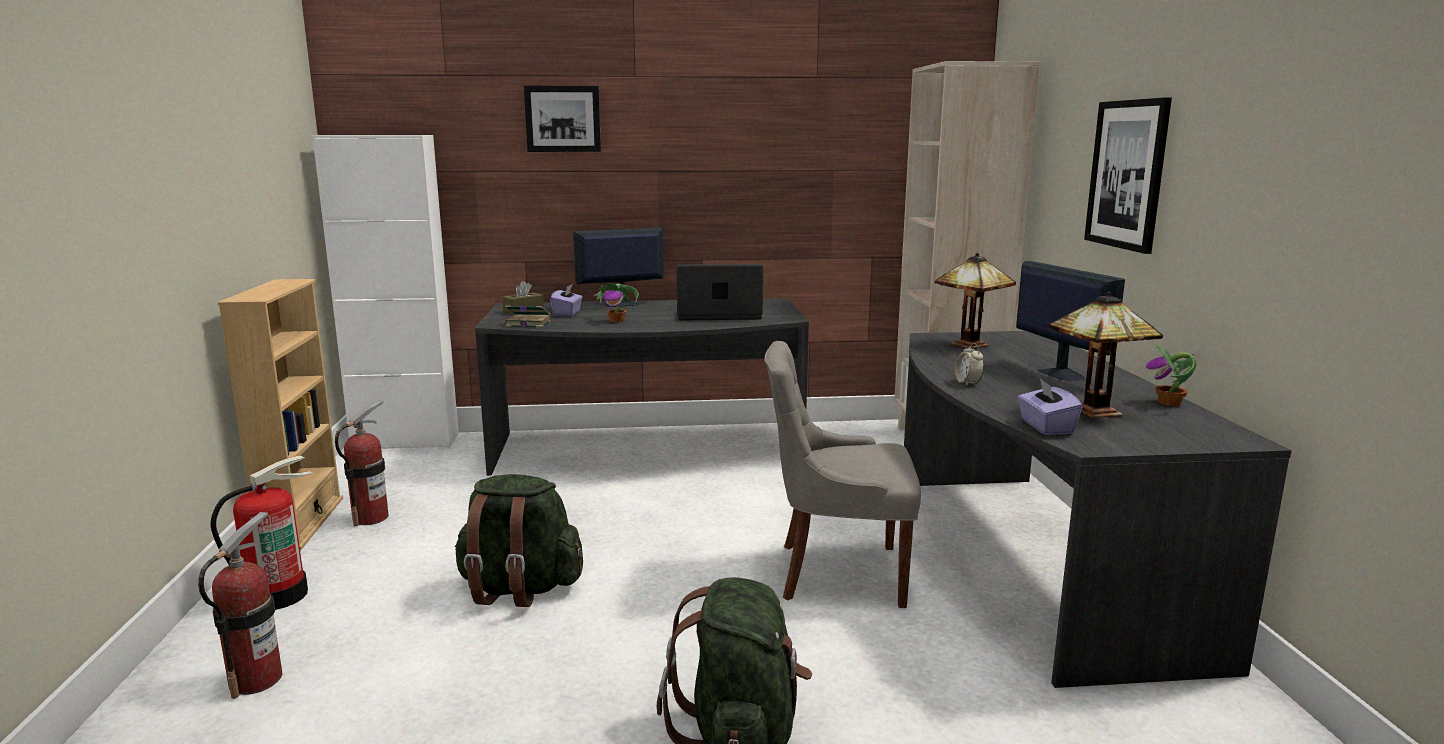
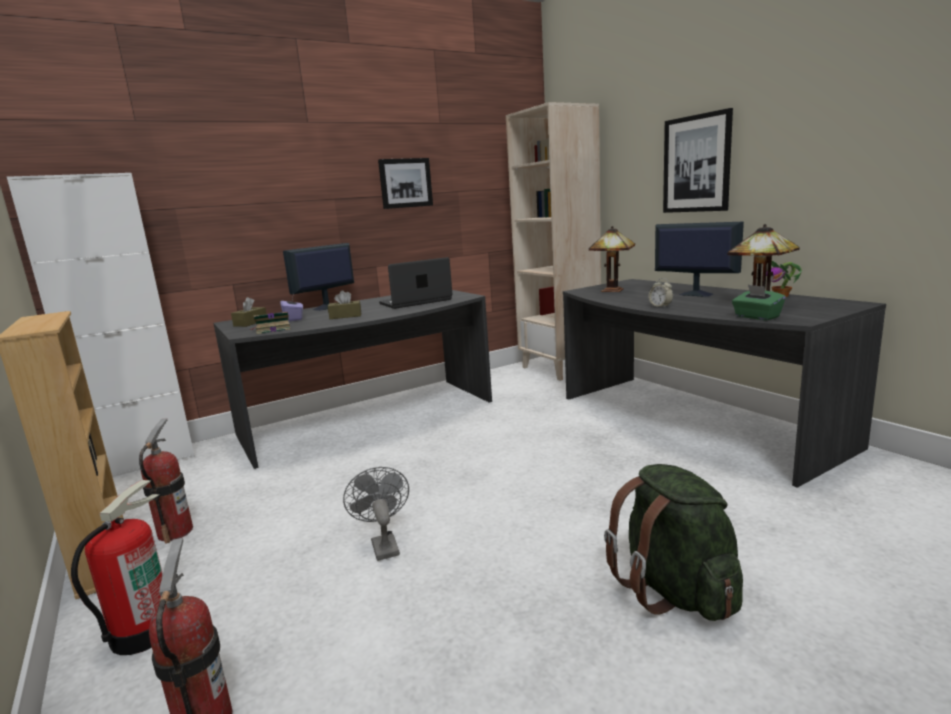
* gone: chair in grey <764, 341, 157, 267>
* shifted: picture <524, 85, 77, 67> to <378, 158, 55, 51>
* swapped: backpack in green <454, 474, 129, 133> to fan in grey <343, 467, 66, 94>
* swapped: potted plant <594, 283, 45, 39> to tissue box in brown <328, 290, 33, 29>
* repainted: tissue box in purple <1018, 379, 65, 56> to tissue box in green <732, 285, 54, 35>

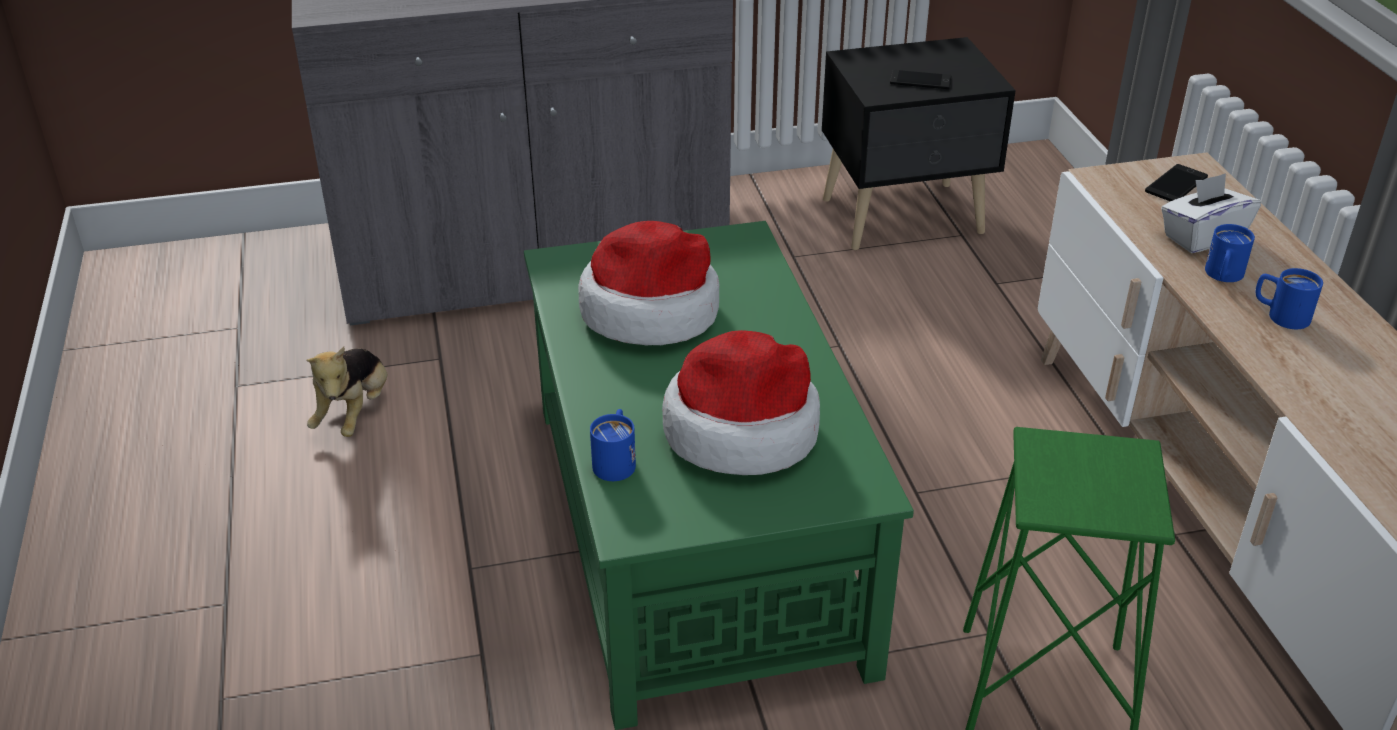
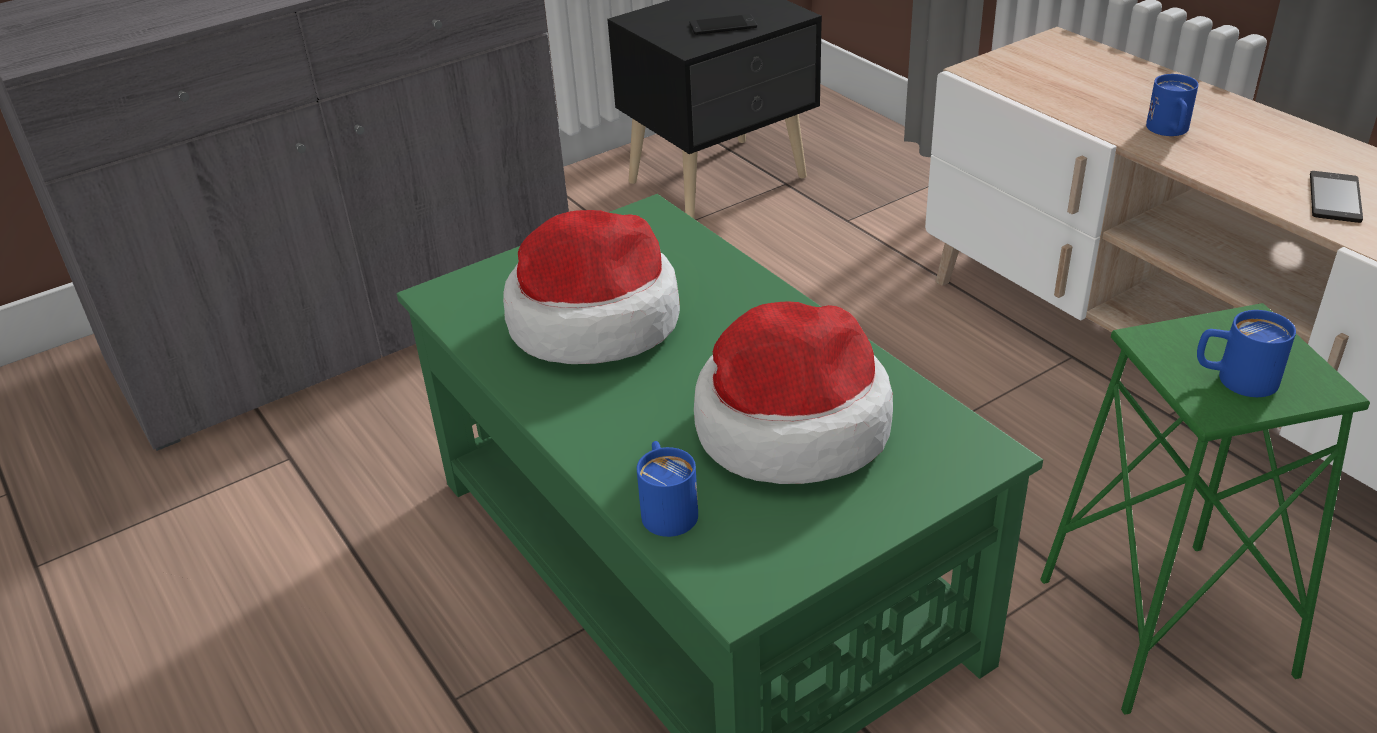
* gone: plush toy <306, 347, 81, 90>
* gone: tissue box in white <1161, 173, 100, 80>
* shifted: phone <1145, 164, 63, 37> to <1310, 171, 53, 52>
* shifted: mug in blue <1256, 268, 67, 61> to <1197, 310, 99, 87>

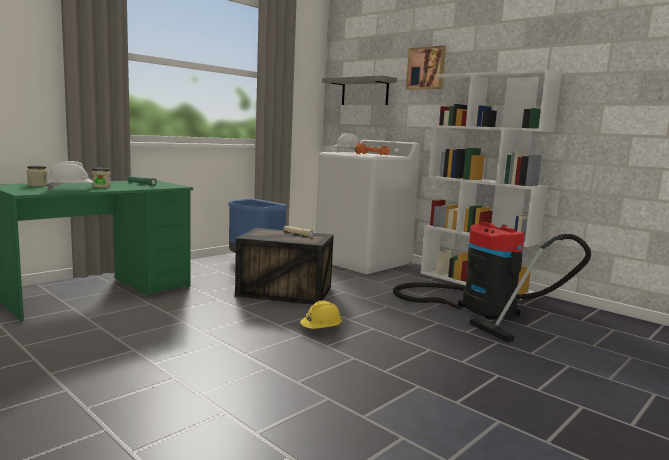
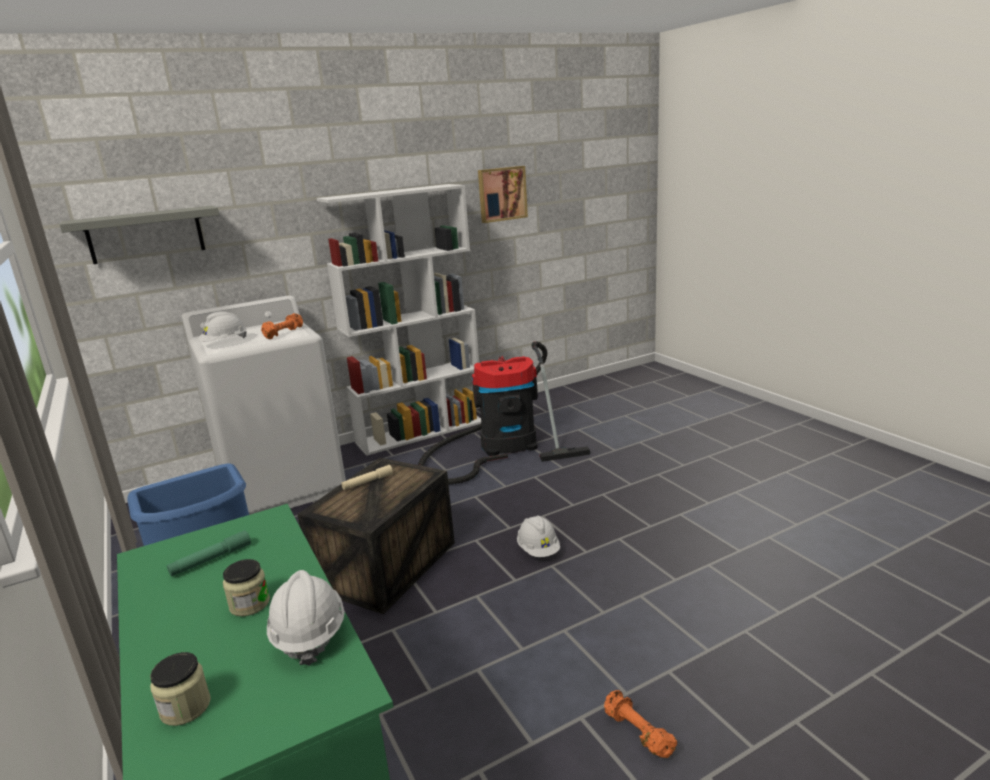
* new: dumbbell in orange <604, 690, 73, 68>
* shifted: picture <406, 45, 40, 45> to <478, 166, 50, 57>
* repainted: hard hat in yellow <300, 300, 42, 29> to hard hat in white <517, 516, 43, 41>

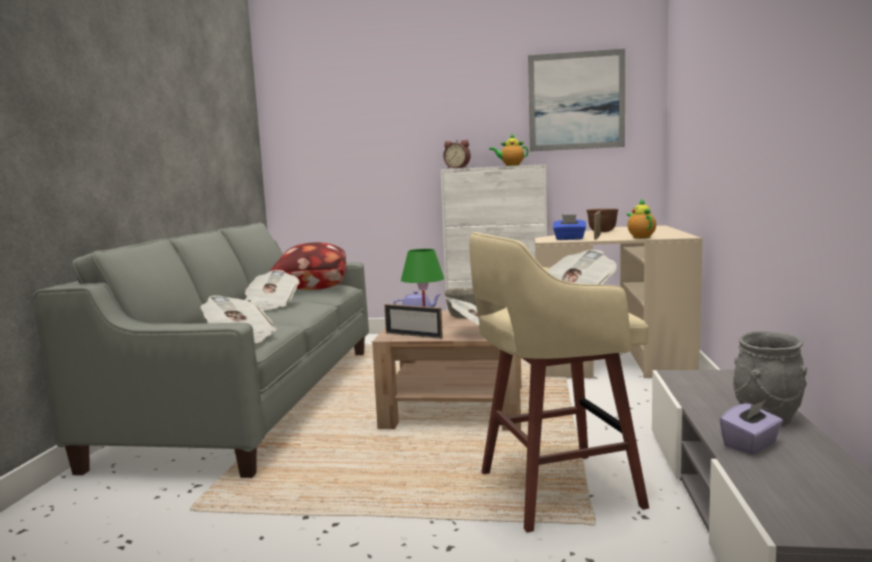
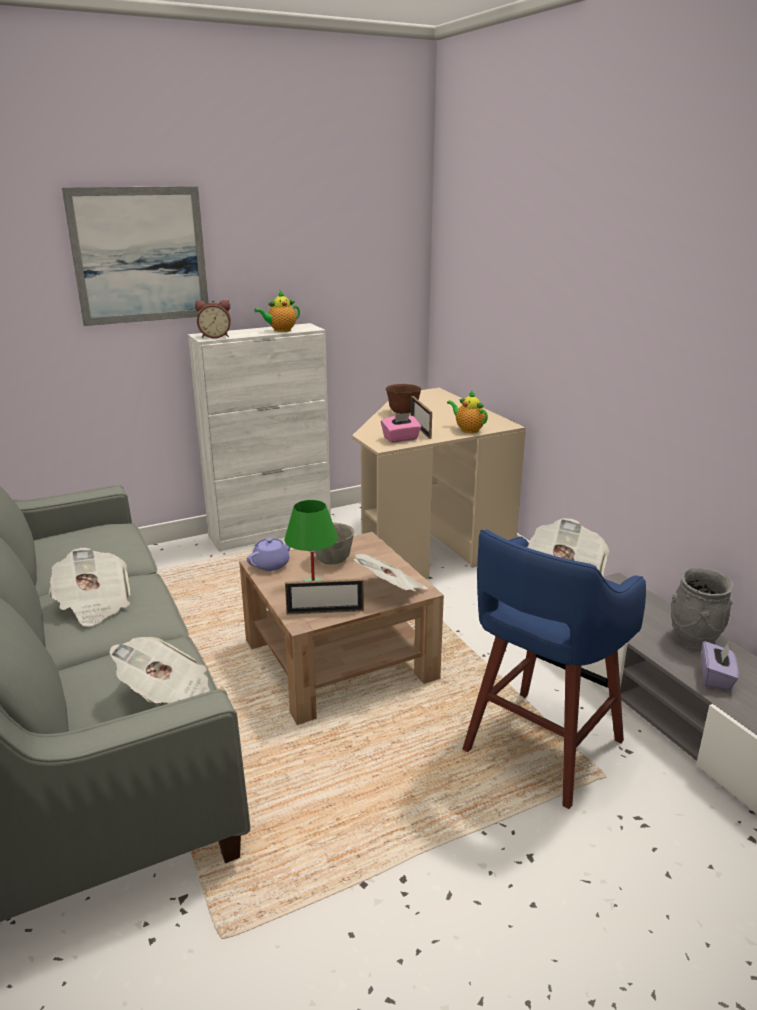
* gone: pillow <269, 242, 77, 48>
* shifted: picture <528, 49, 97, 103> to <62, 186, 147, 140>
* repainted: stool in beige <469, 232, 180, 301> to stool in blue <462, 530, 184, 279>
* repainted: tissue box in blue <553, 214, 33, 26> to tissue box in pink <381, 413, 40, 30>

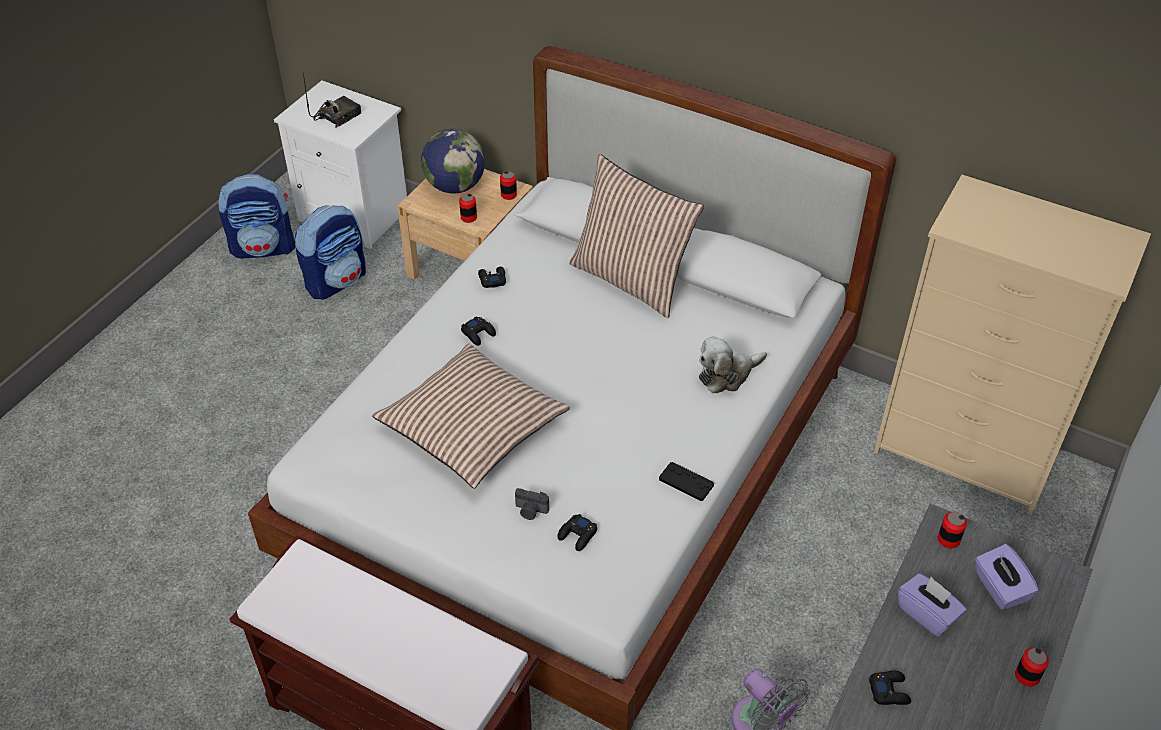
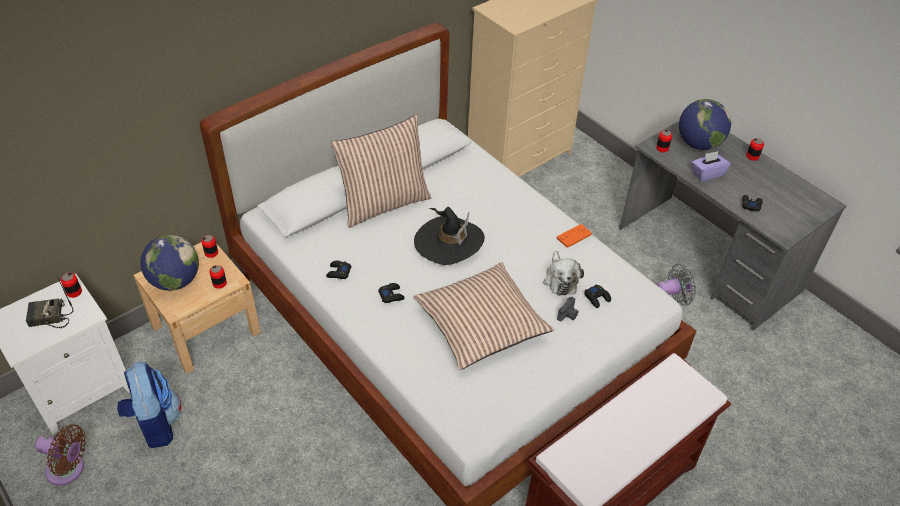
* new: can <60, 273, 22, 25>
* new: hat in black <414, 207, 71, 58>
* shifted: plush toy <699, 336, 68, 57> to <543, 250, 41, 46>
* swapped: backpack <218, 174, 78, 84> to fan in brown <35, 424, 51, 62>
* swapped: tissue box in purple <975, 544, 64, 66> to globe <679, 99, 52, 51>
* repainted: game controller in black <659, 462, 55, 39> to game controller in orange <557, 224, 35, 24>
* rotated: radio <303, 73, 58, 55> = <26, 278, 47, 50> 75 degrees counterclockwise

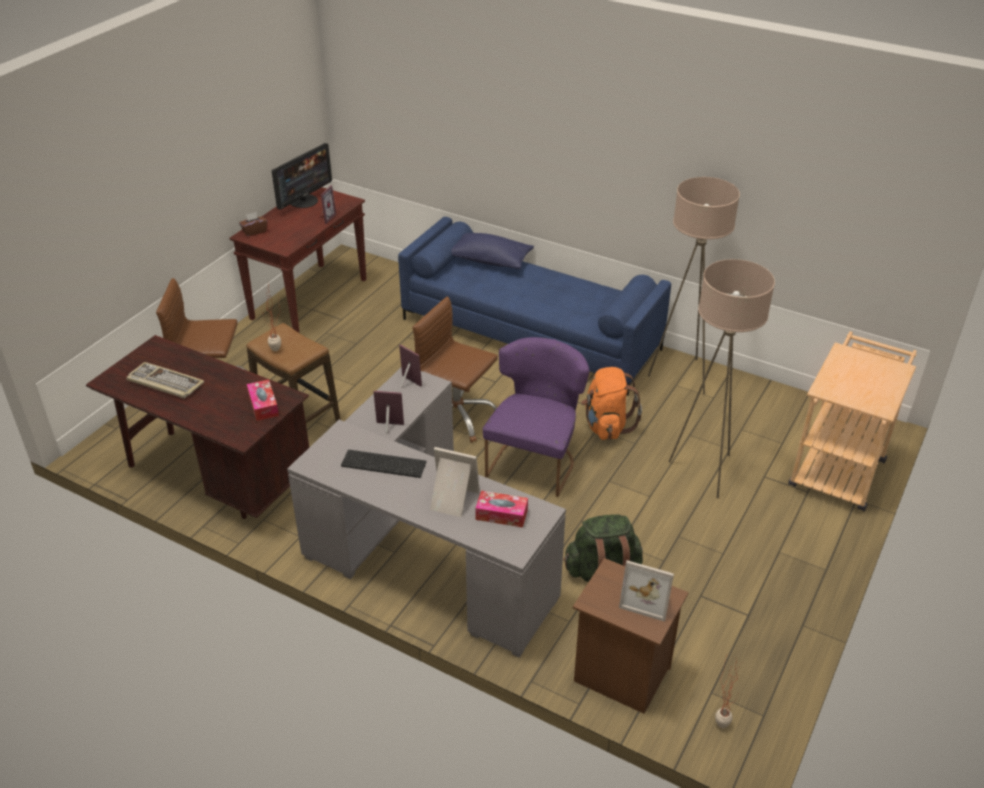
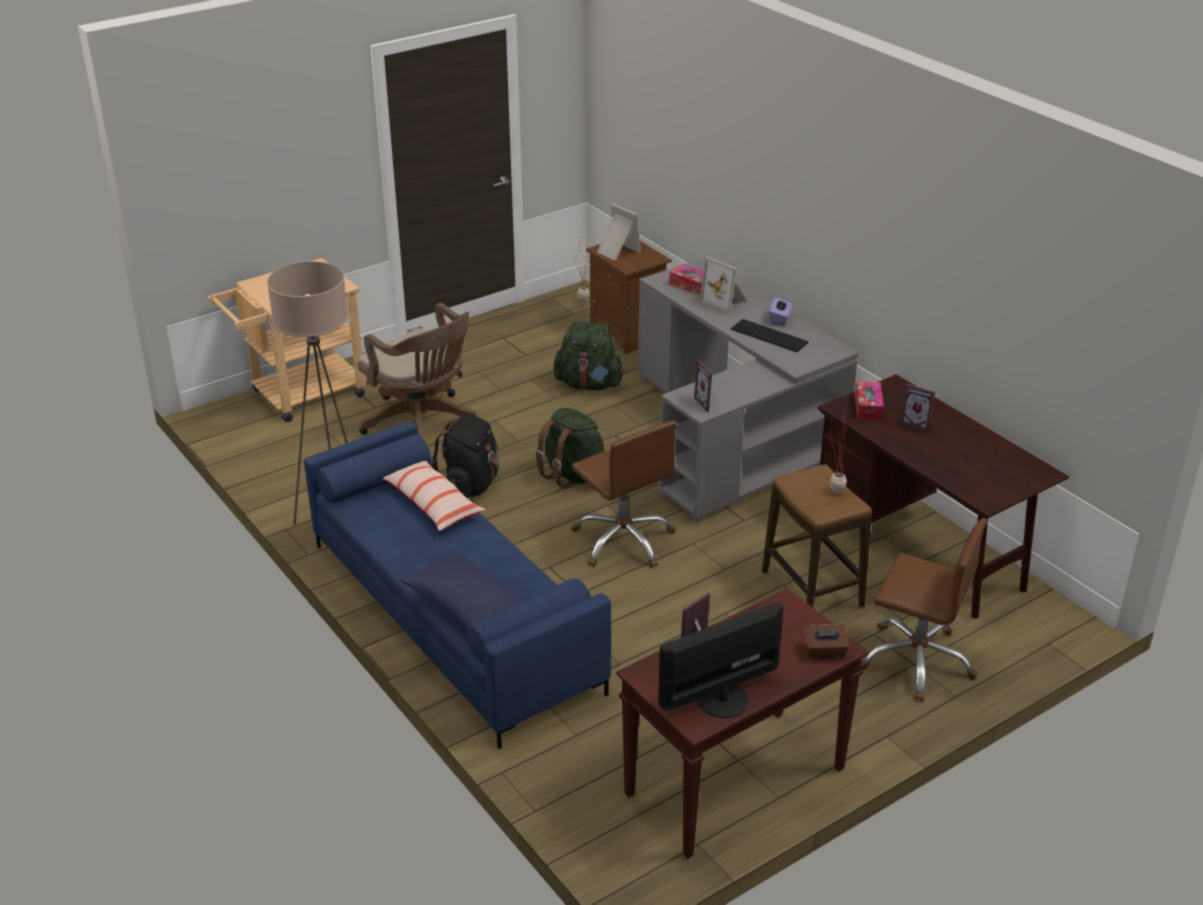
* gone: keyboard <126, 362, 78, 37>
* new: pillow <383, 461, 103, 70>
* new: tissue box in purple <769, 297, 23, 29>
* shifted: picture frame <374, 391, 30, 42> to <900, 384, 35, 48>
* swapped: chair in purple <483, 337, 107, 160> to backpack in green <535, 408, 69, 81>
* swapped: floor lamp in beige <669, 259, 106, 240> to office chair in brown <358, 303, 119, 136>
* repainted: backpack in orange <581, 367, 61, 73> to backpack in black <431, 415, 68, 84>

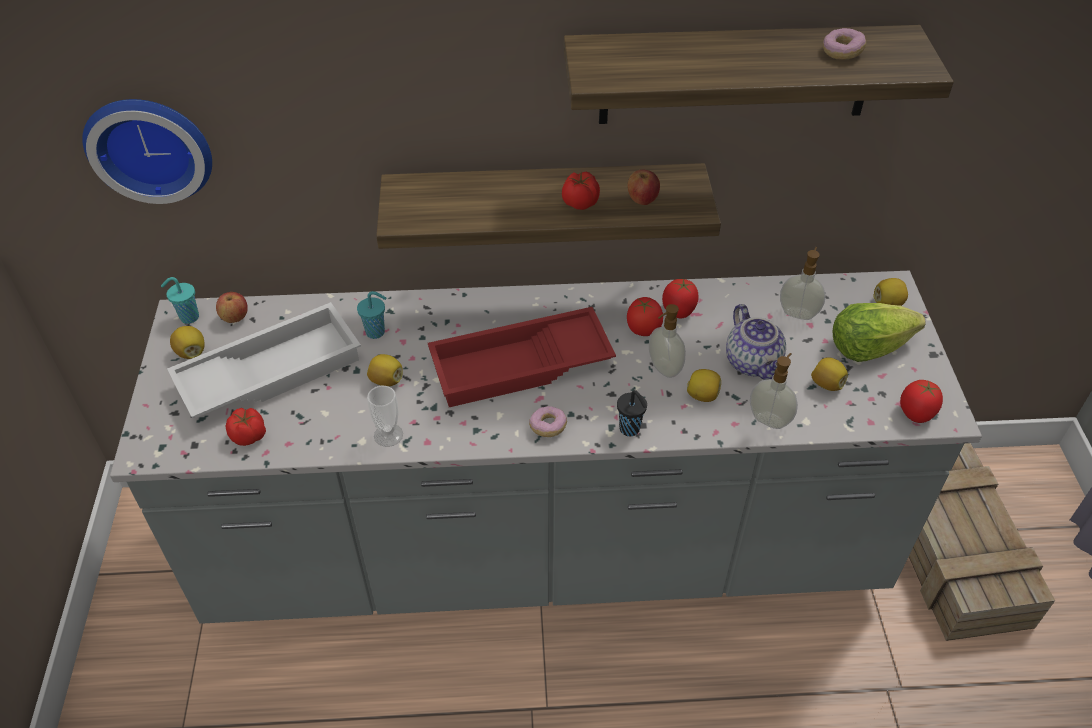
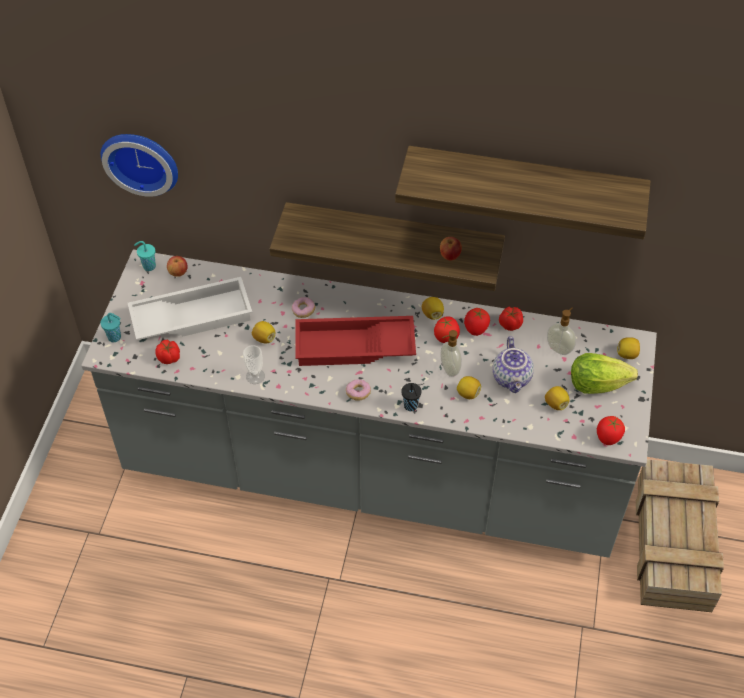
* gone: soap dispenser <750, 353, 48, 76>
* shifted: lemon <170, 326, 35, 33> to <422, 297, 22, 23>
* shifted: cup in turquoise <357, 291, 30, 48> to <100, 313, 21, 29>
* shifted: tomato <562, 171, 38, 39> to <499, 307, 24, 24>
* shifted: donut <823, 28, 43, 32> to <292, 297, 23, 21>

